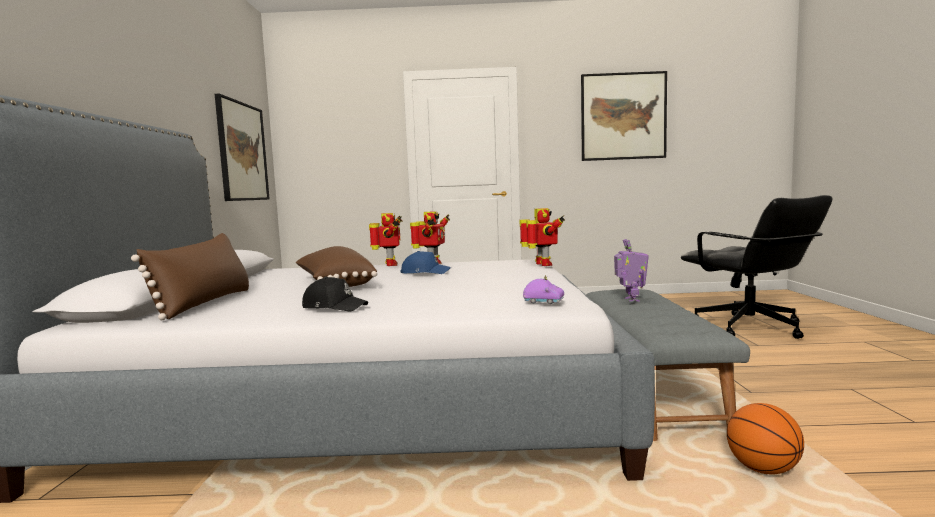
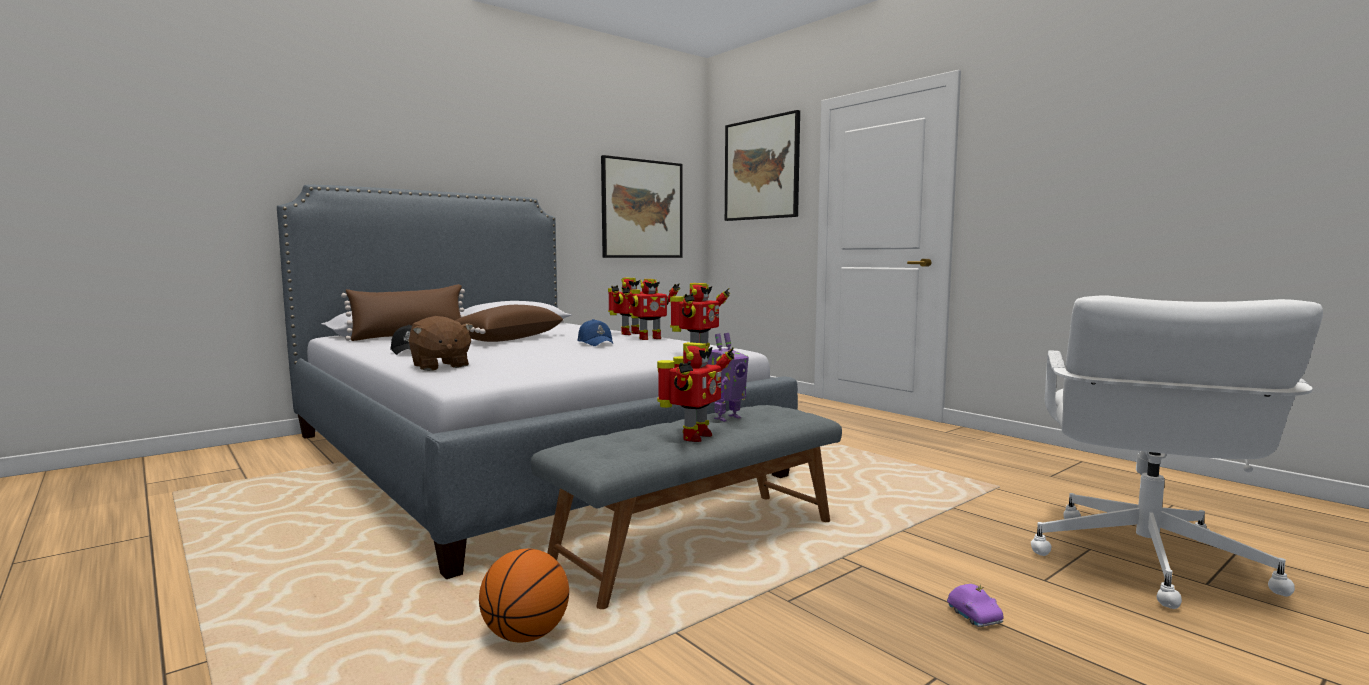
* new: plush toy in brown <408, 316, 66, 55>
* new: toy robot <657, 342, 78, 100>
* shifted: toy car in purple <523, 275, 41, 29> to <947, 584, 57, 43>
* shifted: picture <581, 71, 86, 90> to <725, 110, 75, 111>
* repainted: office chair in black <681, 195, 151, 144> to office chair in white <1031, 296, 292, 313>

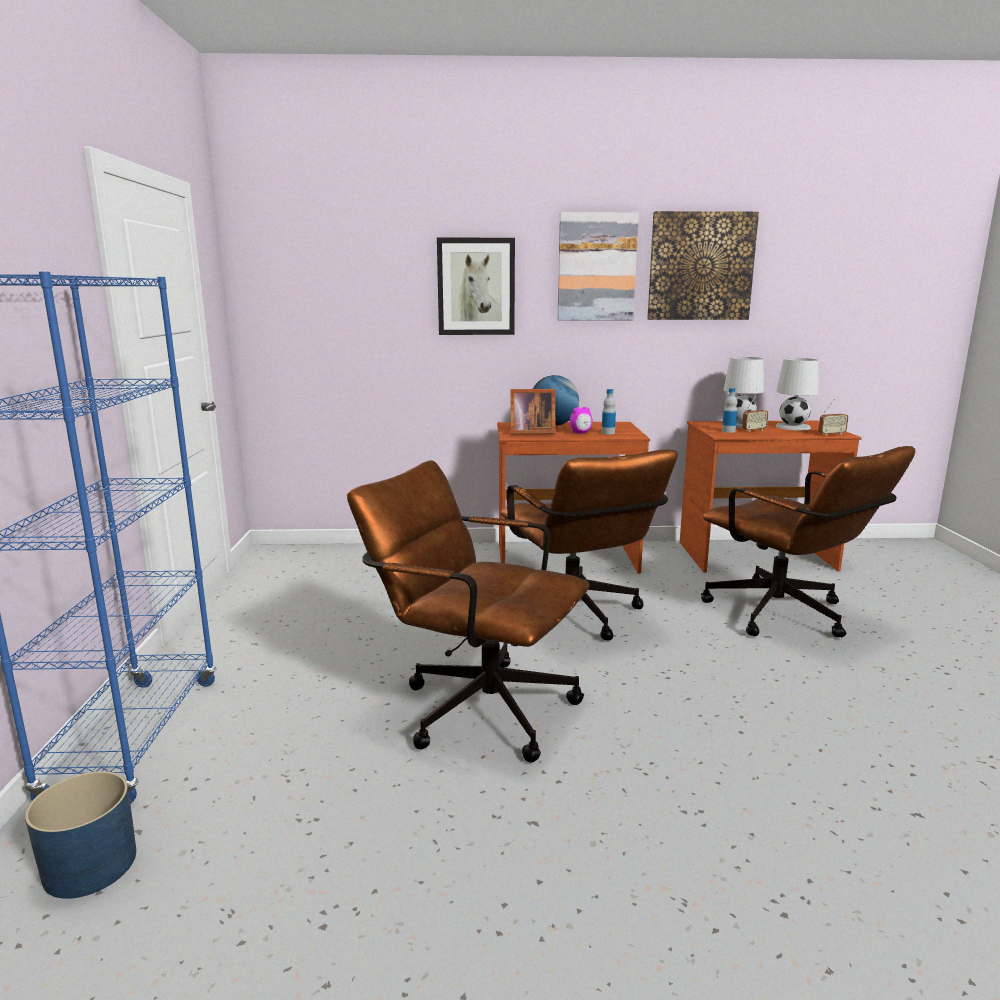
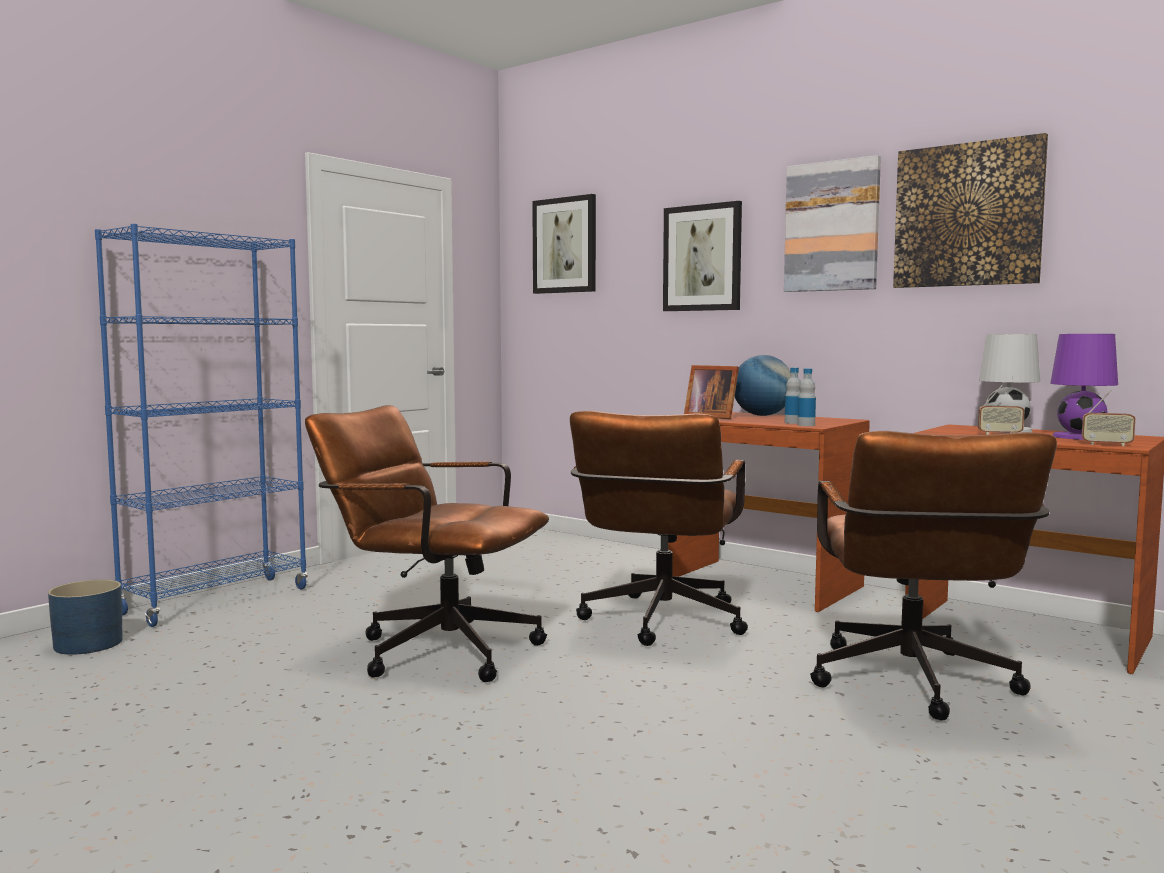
* gone: alarm clock <569, 407, 24, 27>
* new: picture <532, 194, 64, 100>
* shifted: bottle <722, 388, 16, 45> to <798, 369, 18, 57>
* repainted: table lamp in white <776, 358, 42, 72> to table lamp in purple <1050, 334, 68, 106>
* rotated: office chair in brown <347, 460, 243, 303> = <305, 405, 244, 277> 45 degrees counterclockwise

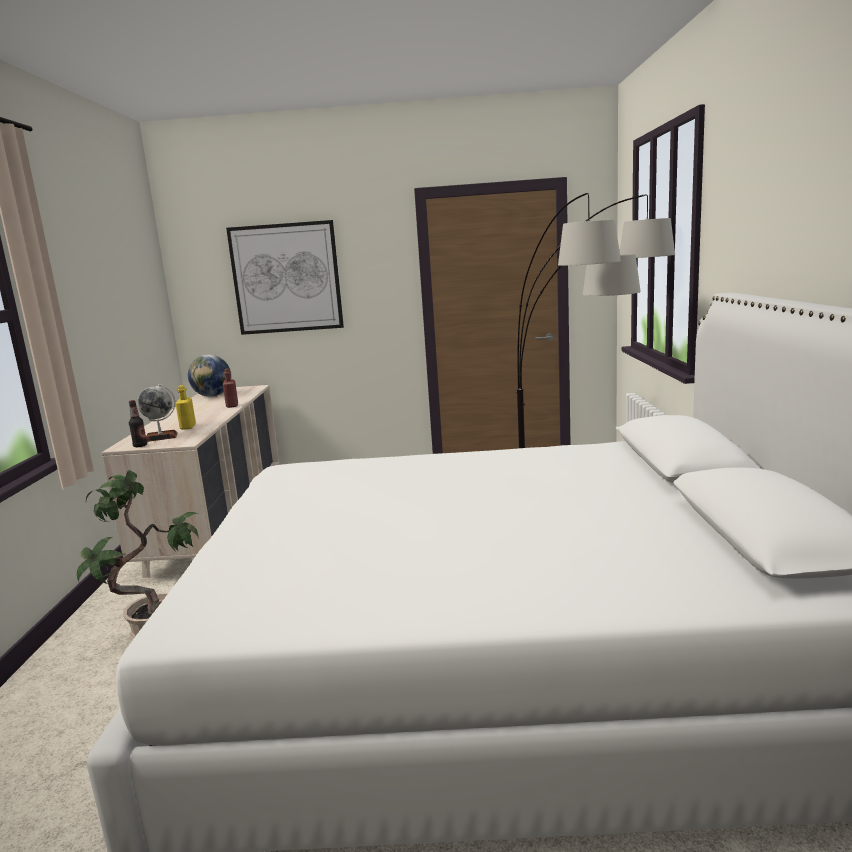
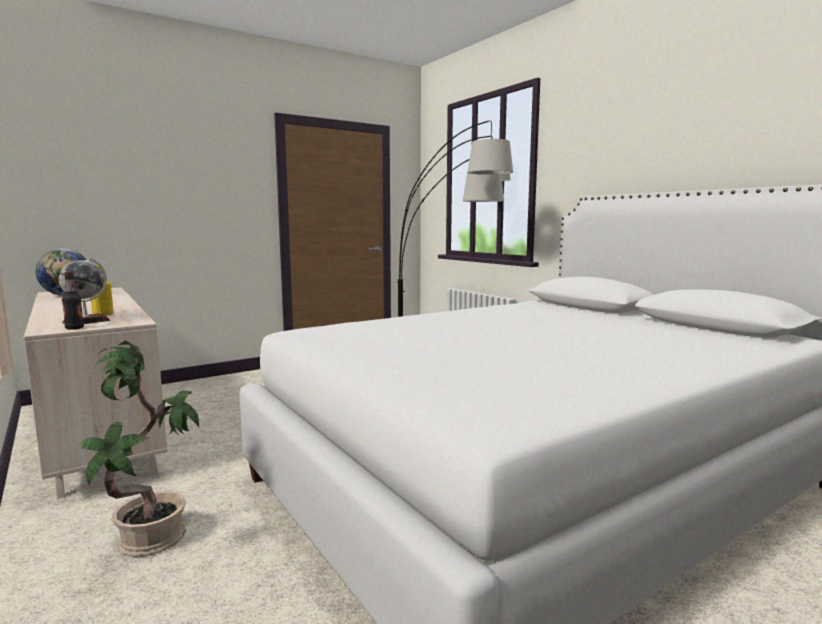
* gone: bottle in red <223, 368, 15, 40>
* gone: picture <226, 220, 118, 115>

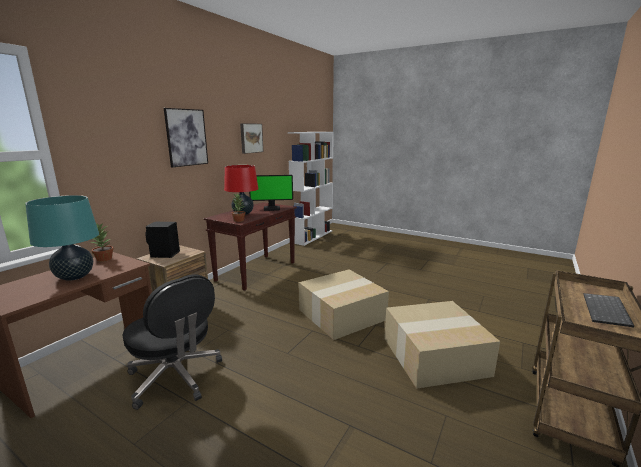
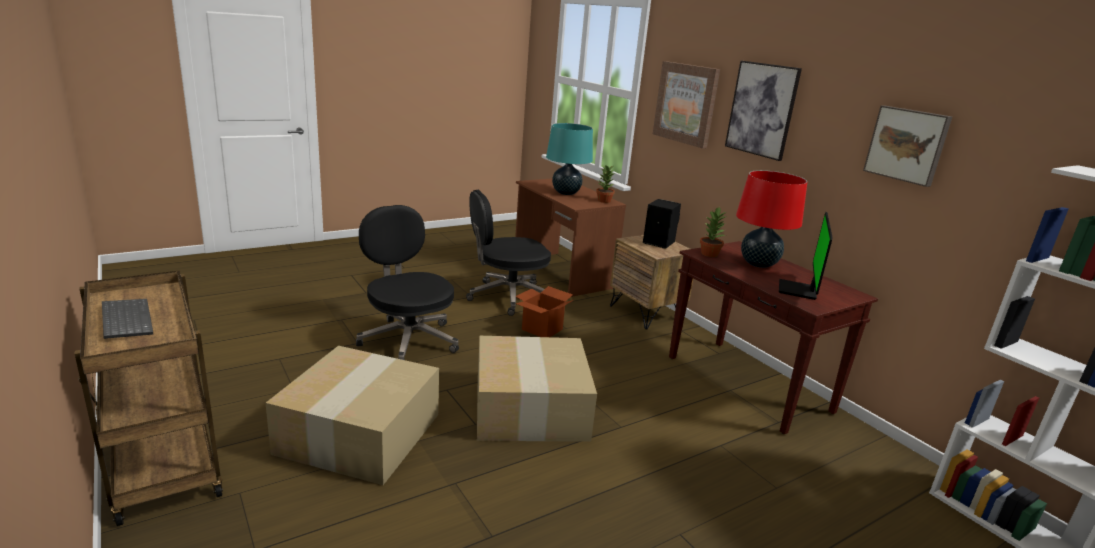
* new: office chair in black <356, 205, 103, 155>
* new: cardboard box <515, 286, 59, 51>
* new: picture <653, 61, 67, 88>

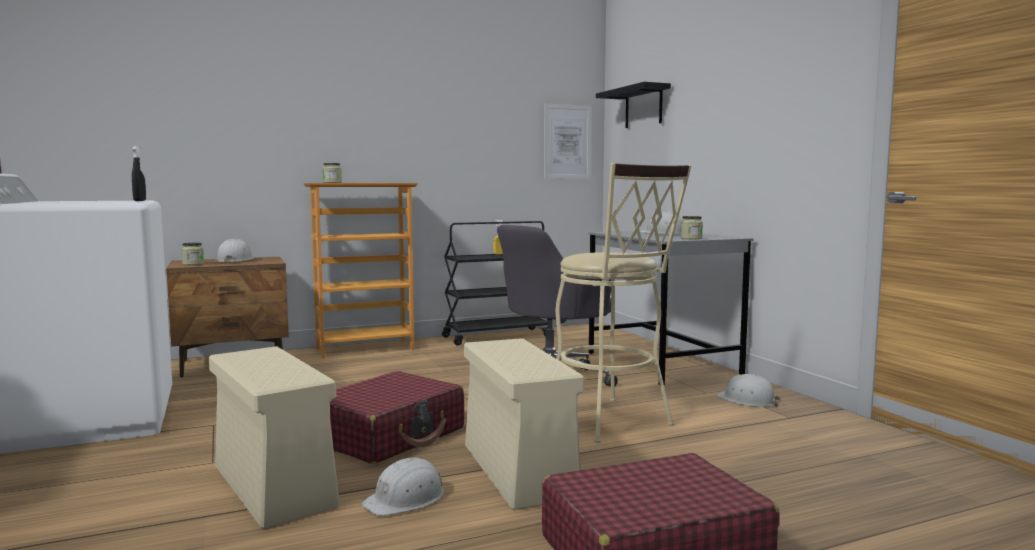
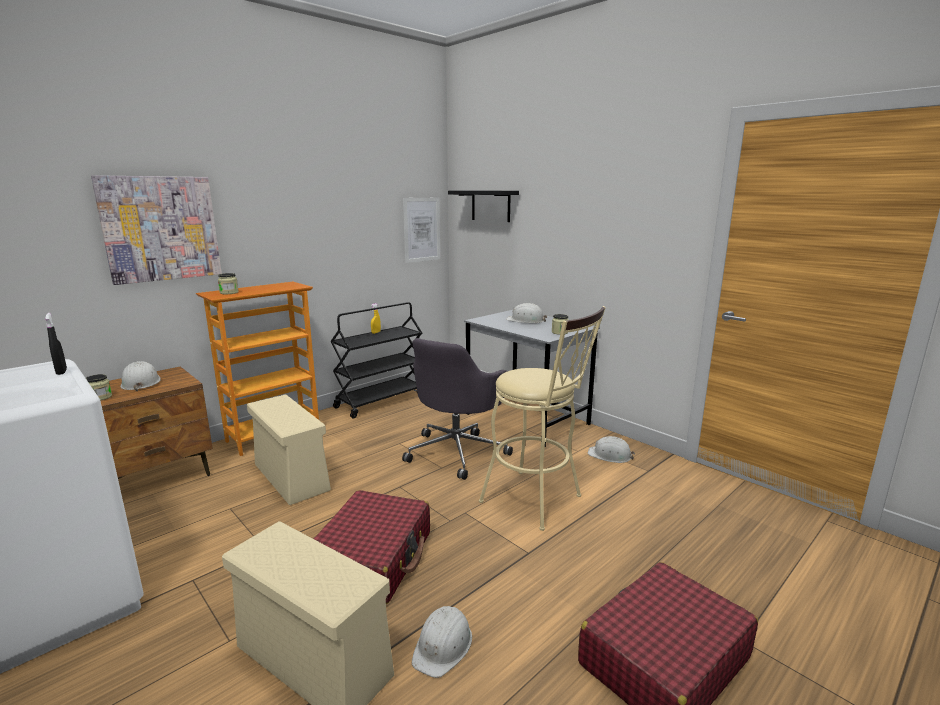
* new: picture <91, 175, 131, 110>
* shifted: storage box in beige <464, 338, 120, 172> to <247, 395, 84, 110>

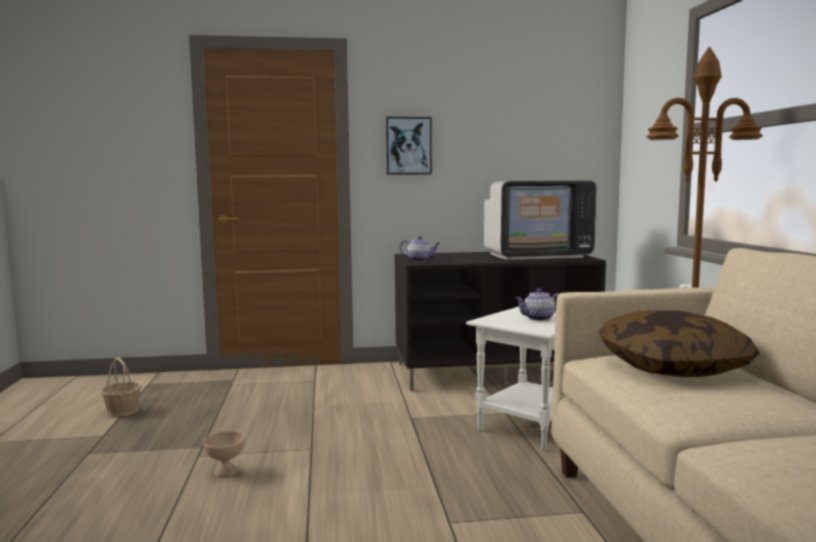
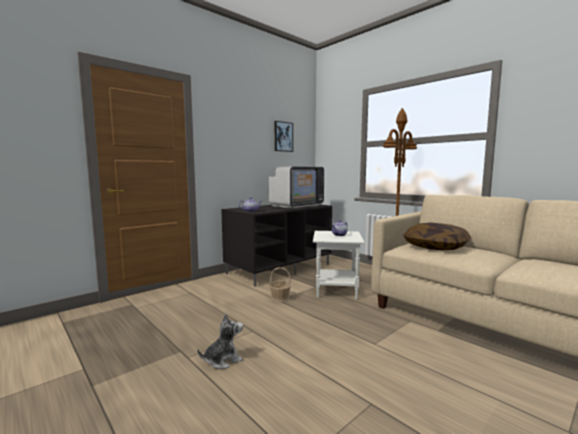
* shifted: basket <100, 358, 42, 59> to <269, 267, 22, 35>
* shifted: picture <386, 117, 46, 58> to <275, 121, 18, 31>
* swapped: bowl in beige <203, 431, 42, 46> to plush toy <197, 313, 46, 56>

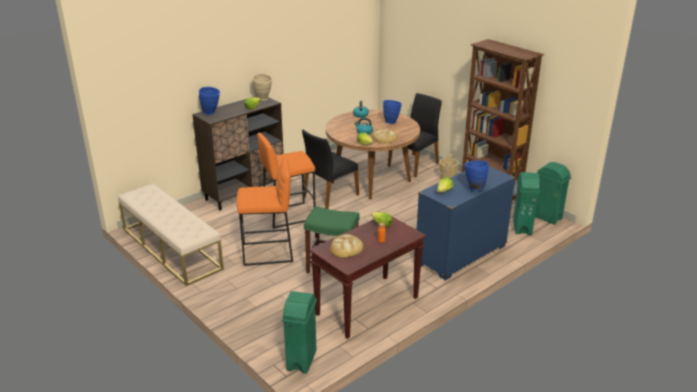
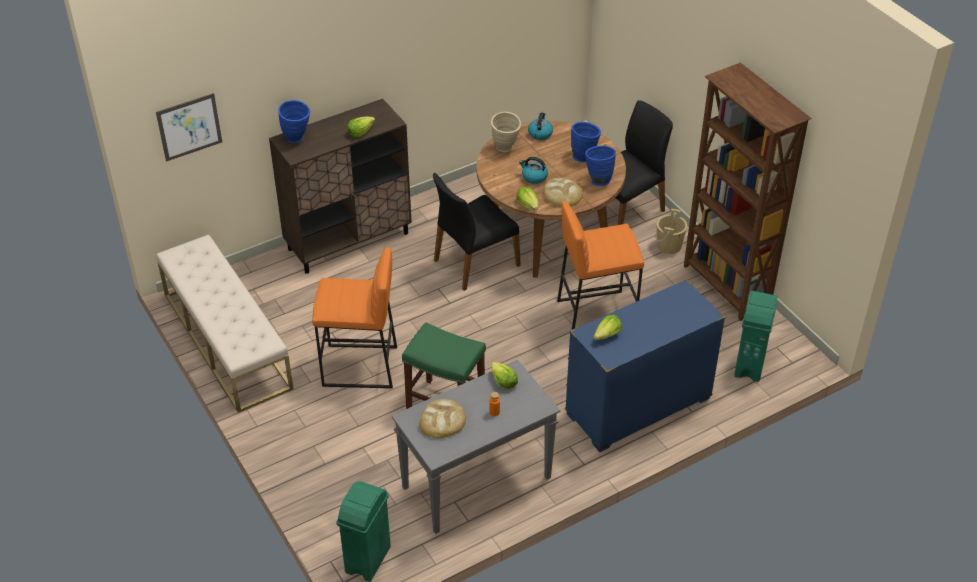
* gone: trash can in green <535, 162, 36, 63>
* new: picture <156, 93, 66, 69>
* shifted: vase in beige <252, 74, 20, 27> to <491, 112, 30, 40>
* shifted: stool in orange <257, 133, 58, 95> to <557, 201, 87, 129>
* shifted: vase in blue <464, 160, 25, 31> to <585, 145, 31, 41>
* repainted: console table in brown <309, 216, 117, 123> to console table in grey <392, 360, 168, 174>

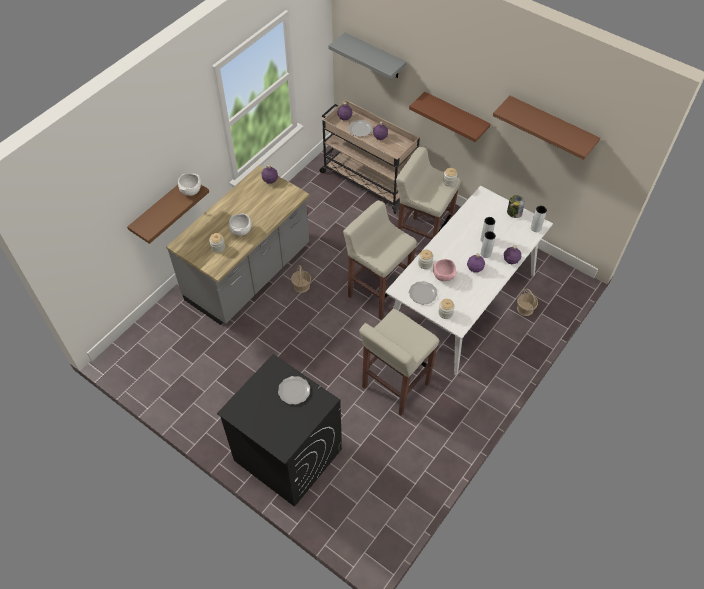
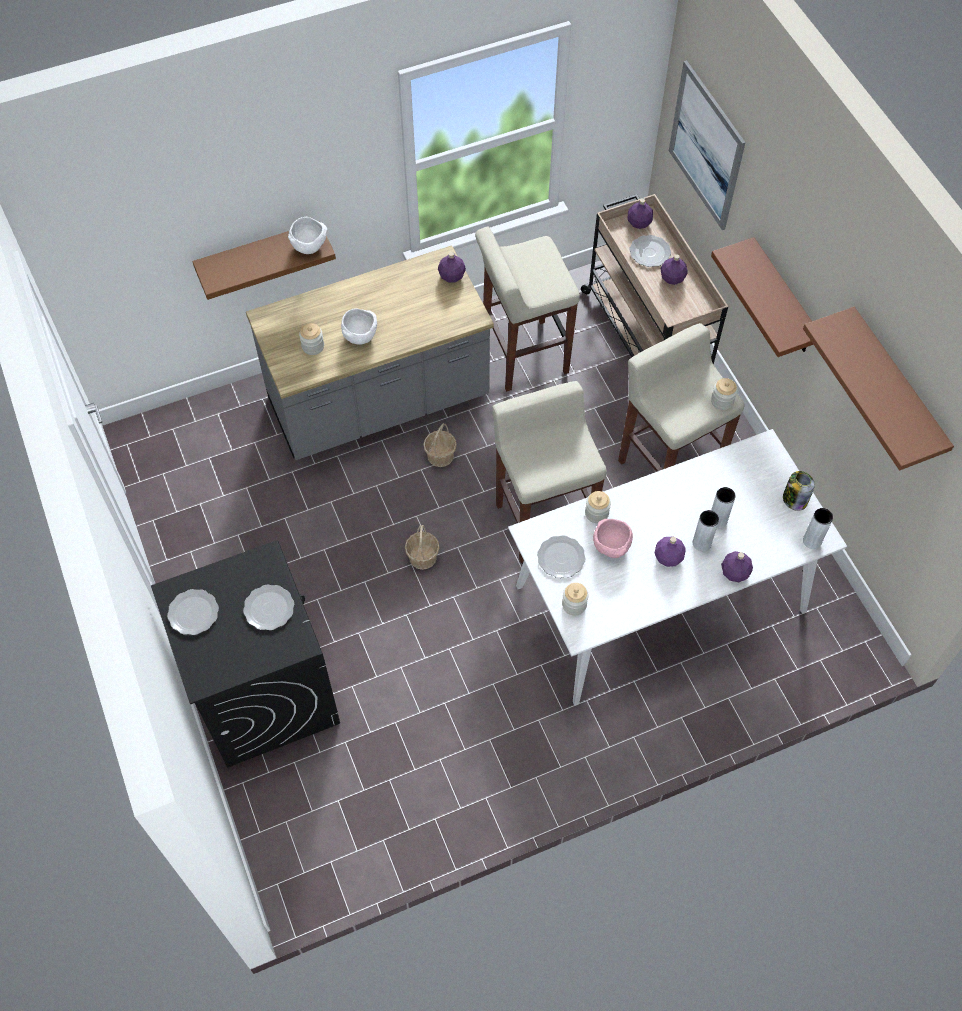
* new: plate <167, 589, 52, 46>
* shifted: stool in beige <359, 309, 80, 107> to <475, 226, 105, 166>
* shifted: basket <517, 289, 21, 27> to <405, 525, 35, 45>
* swapped: shelf in grey <328, 32, 79, 47> to picture <669, 60, 77, 170>

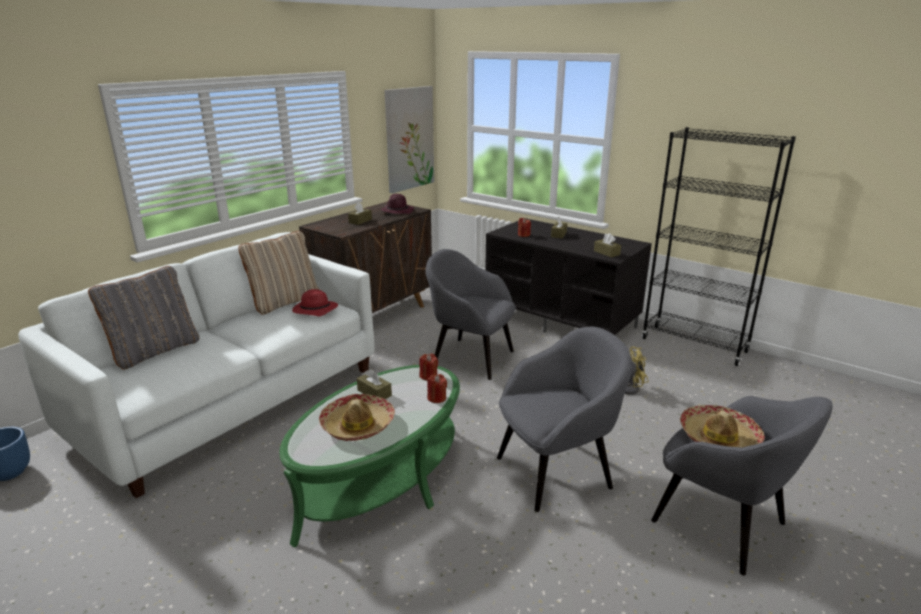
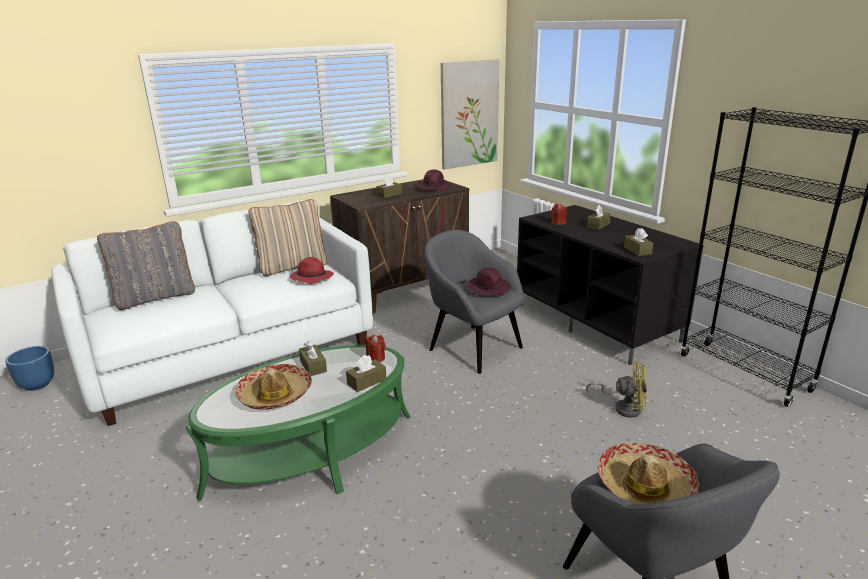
* gone: armchair in grey <497, 327, 136, 185>
* new: hat in purple <467, 268, 44, 28>
* swapped: candle in red <427, 374, 20, 29> to tissue box in brown <346, 355, 40, 37>

